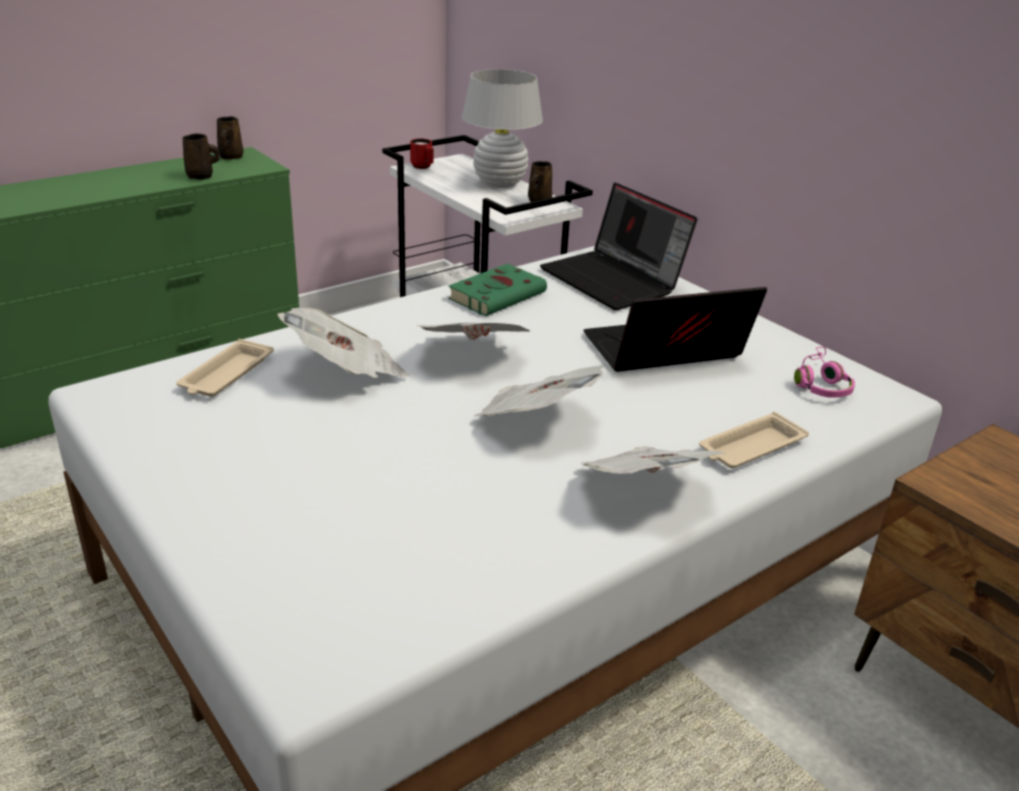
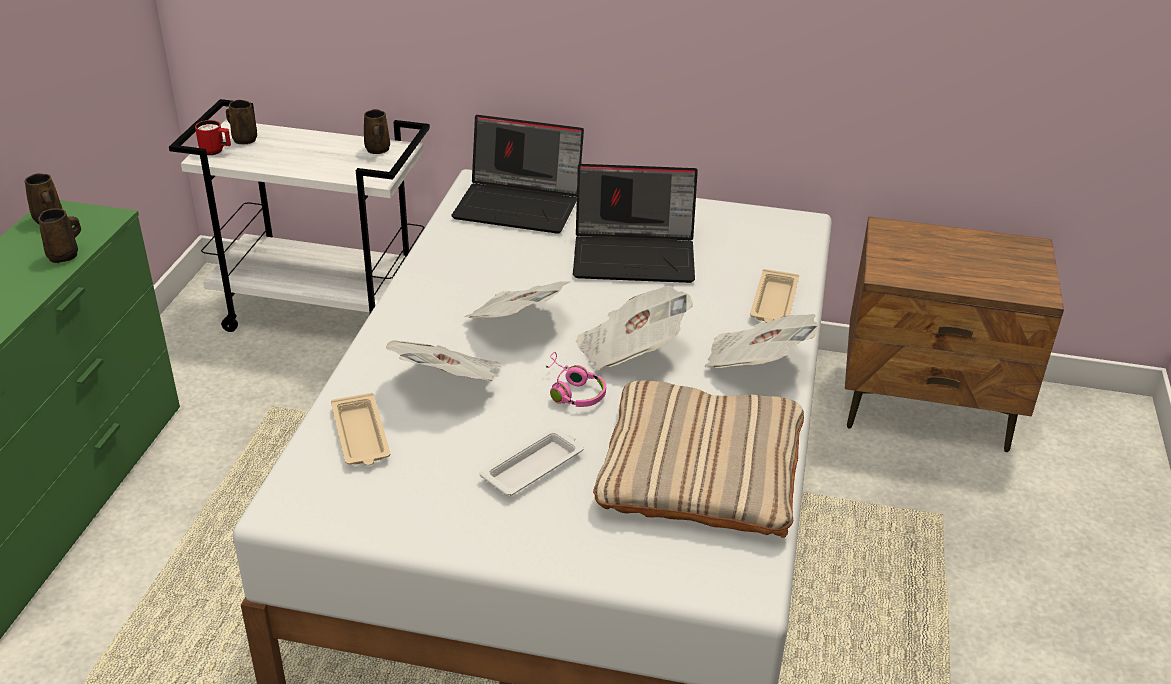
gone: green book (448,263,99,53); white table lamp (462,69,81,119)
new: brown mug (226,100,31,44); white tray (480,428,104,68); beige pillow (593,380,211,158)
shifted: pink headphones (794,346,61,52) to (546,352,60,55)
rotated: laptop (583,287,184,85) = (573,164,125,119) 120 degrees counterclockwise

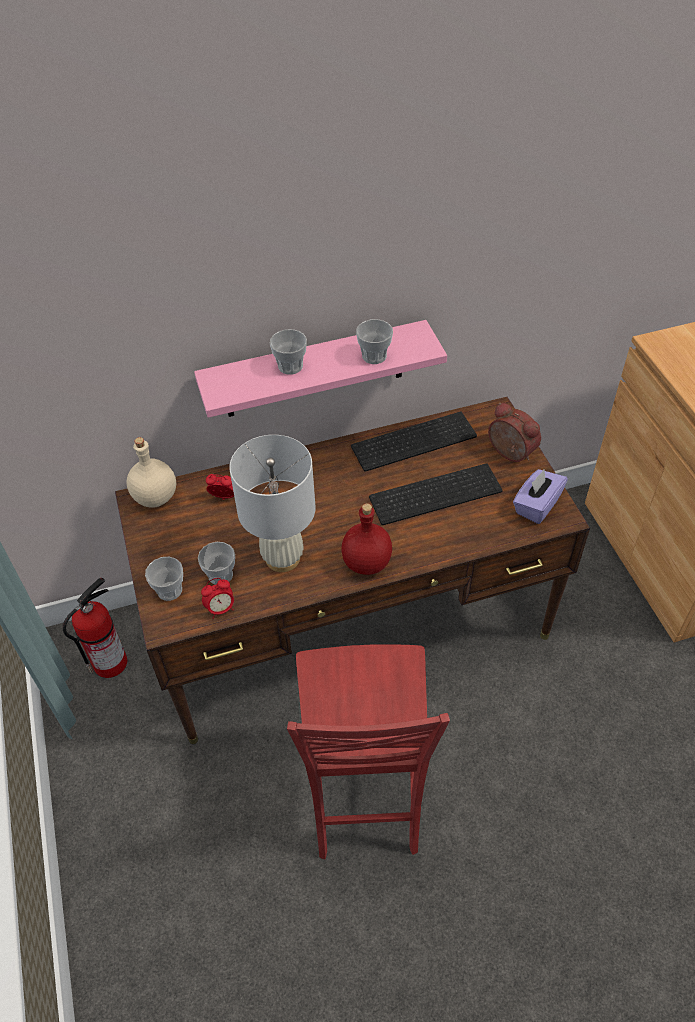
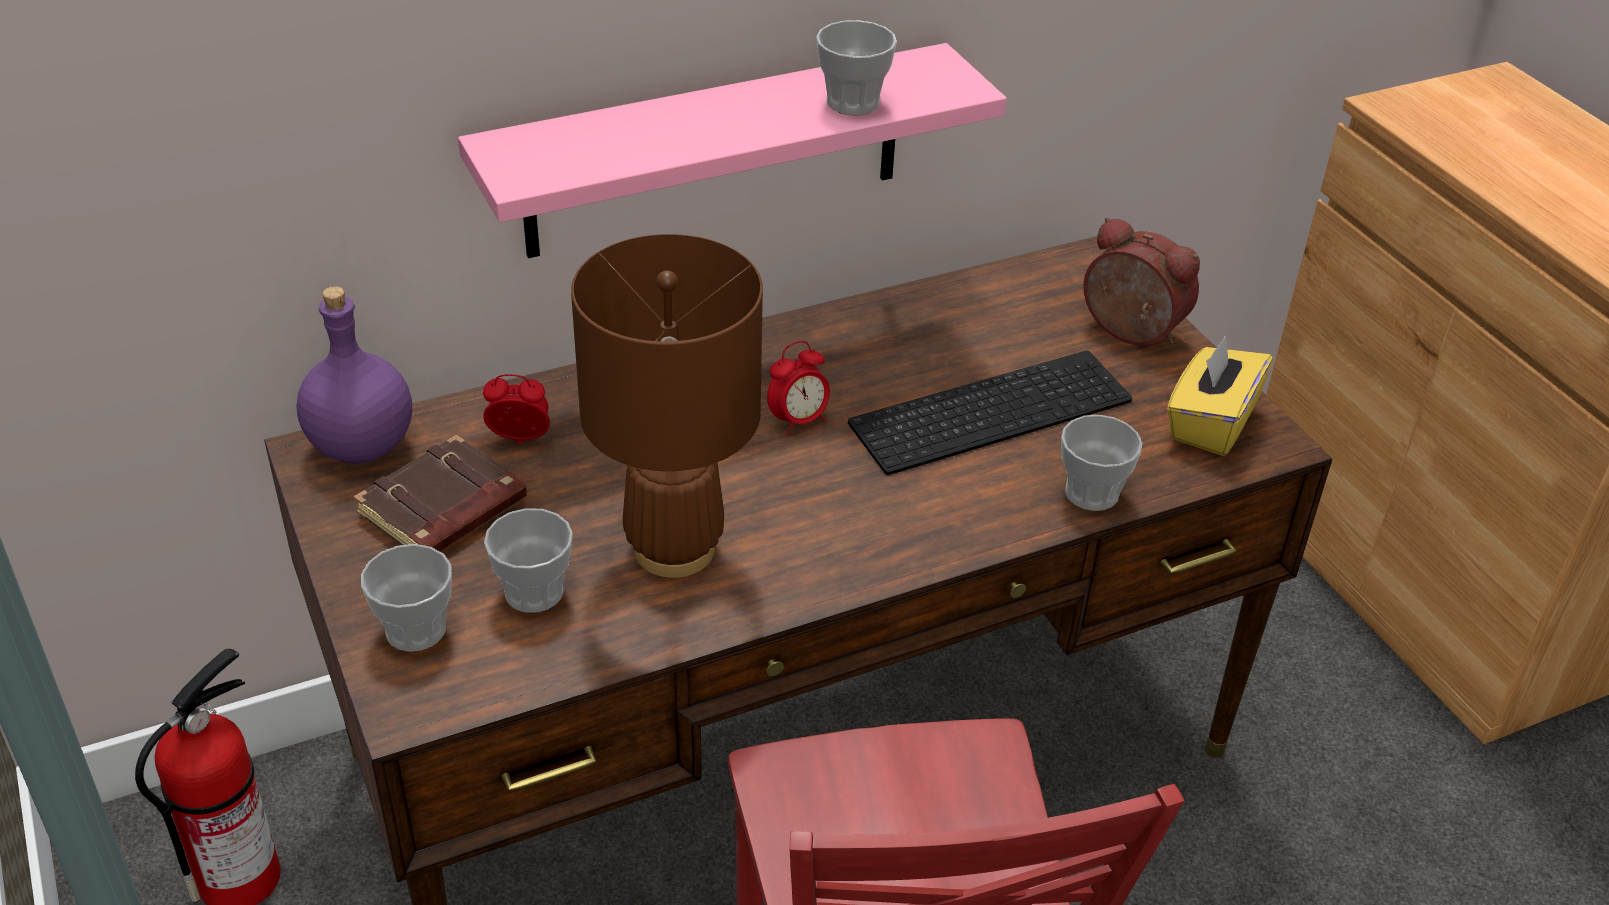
gone: red bottle (342,503,50,72); keyboard (351,412,126,60)
new: brown book (354,435,173,117)
shifted: alarm clock (201,578,33,41) to (767,341,63,94); cup (270,329,37,46) to (1061,415,81,96)
repainted: beige bottle (126,437,50,71) to purple bottle (296,286,116,178); white table lamp (229,435,87,137) to brown table lamp (571,234,192,344); purple tissue box (513,469,55,55) to yellow tissue box (1167,335,106,121)

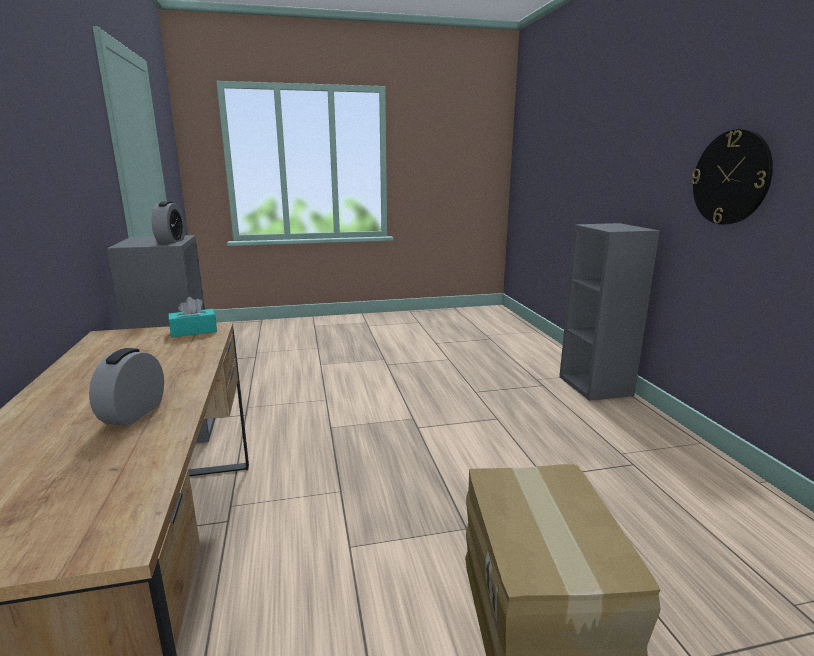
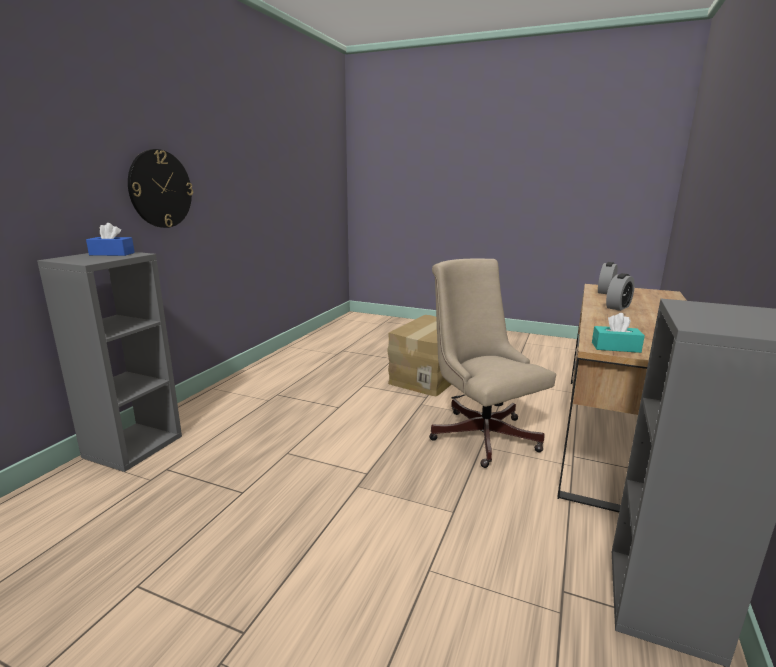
new: blue tissue box (86,223,49,33); beige office chair (429,259,127,209)
shifted: alarm clock (151,201,34,43) to (598,262,20,32)

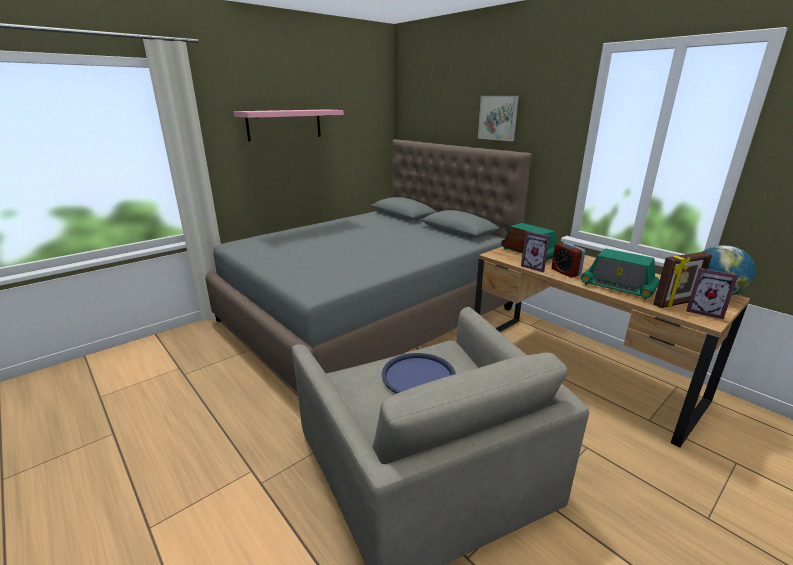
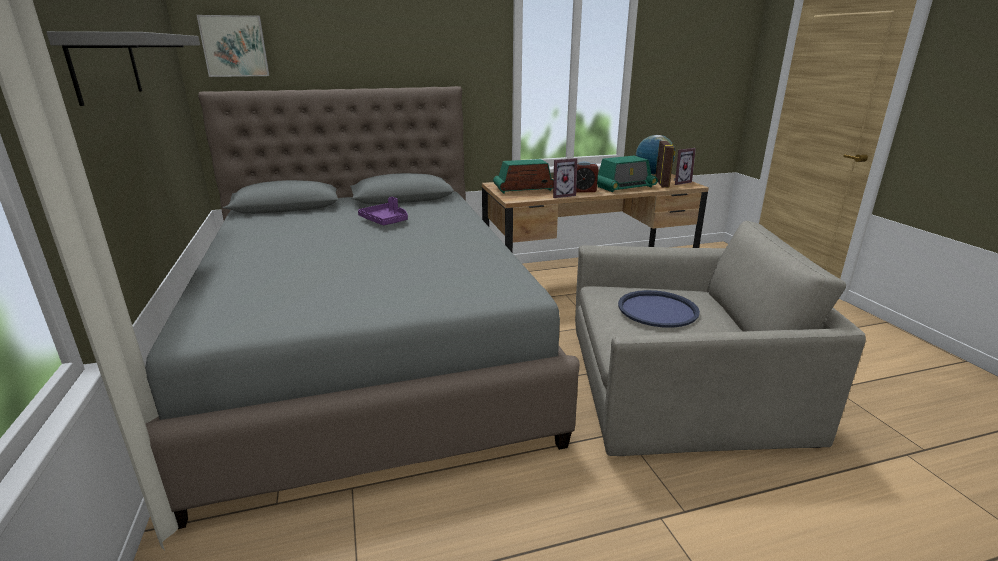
new: purple tray (358,197,50,28)
shifted: picture (478,96,41,45) to (197,15,72,62)
repainted: pink shelf (234,109,110,32) to grey shelf (46,31,154,75)

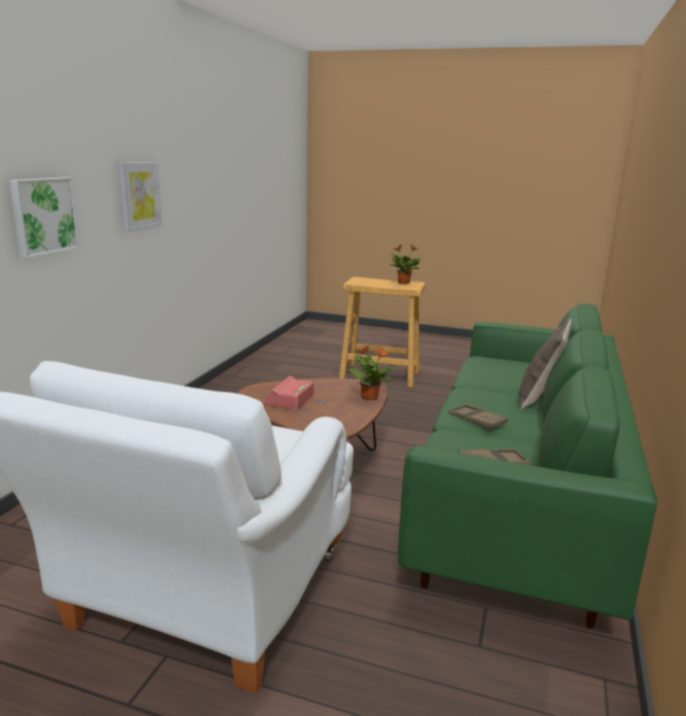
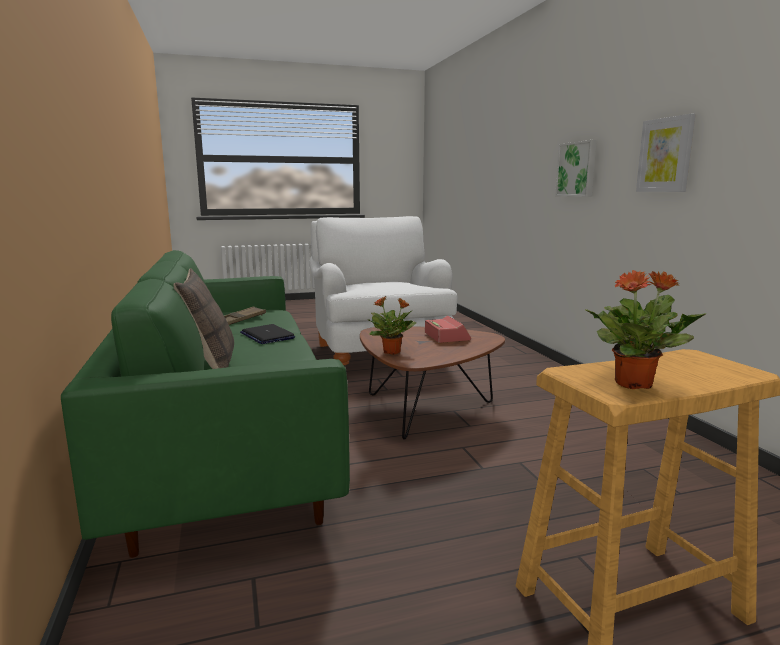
swapped: brown tray (449,404,59,25) to laptop (240,324,55,20)

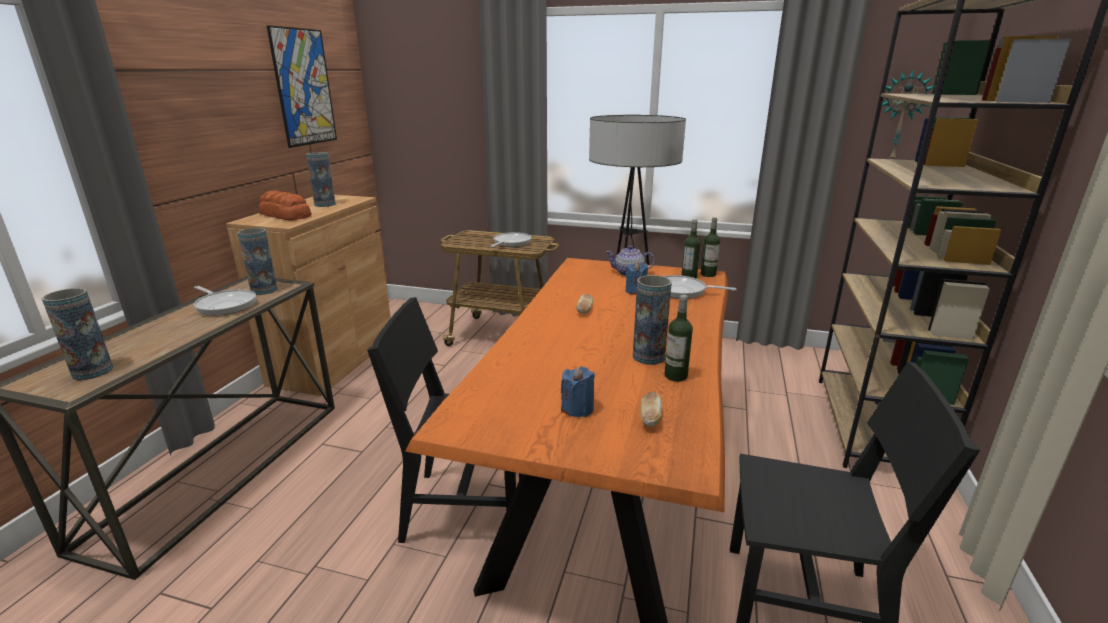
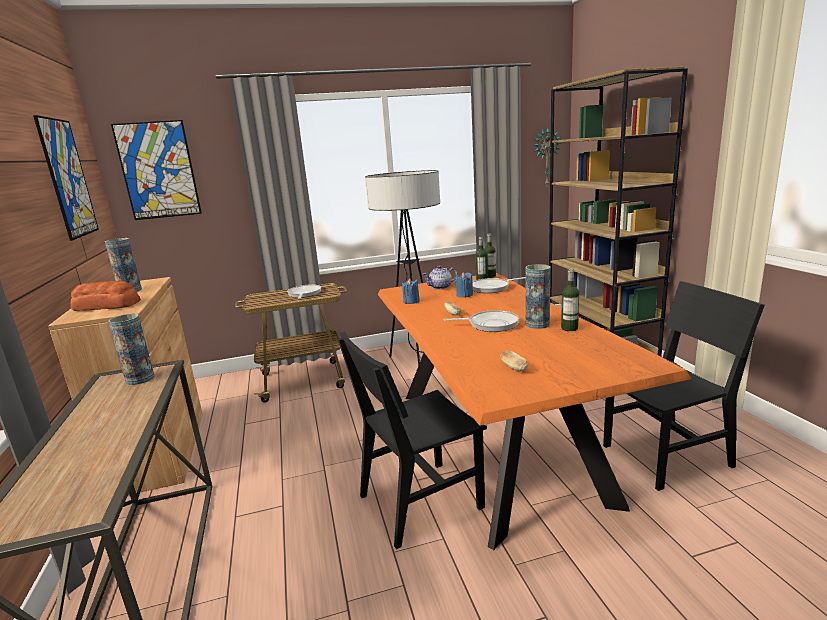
gone: vase (41,288,72,92)
new: picture (111,120,91,100)
shifted: blue candle (561,366,34,51) to (402,278,18,26); frying pan (194,286,62,30) to (443,310,76,22); bread (640,392,22,34) to (501,351,27,20)

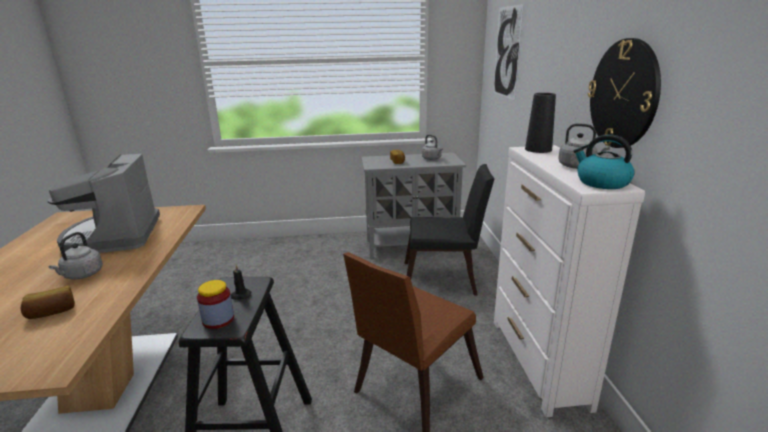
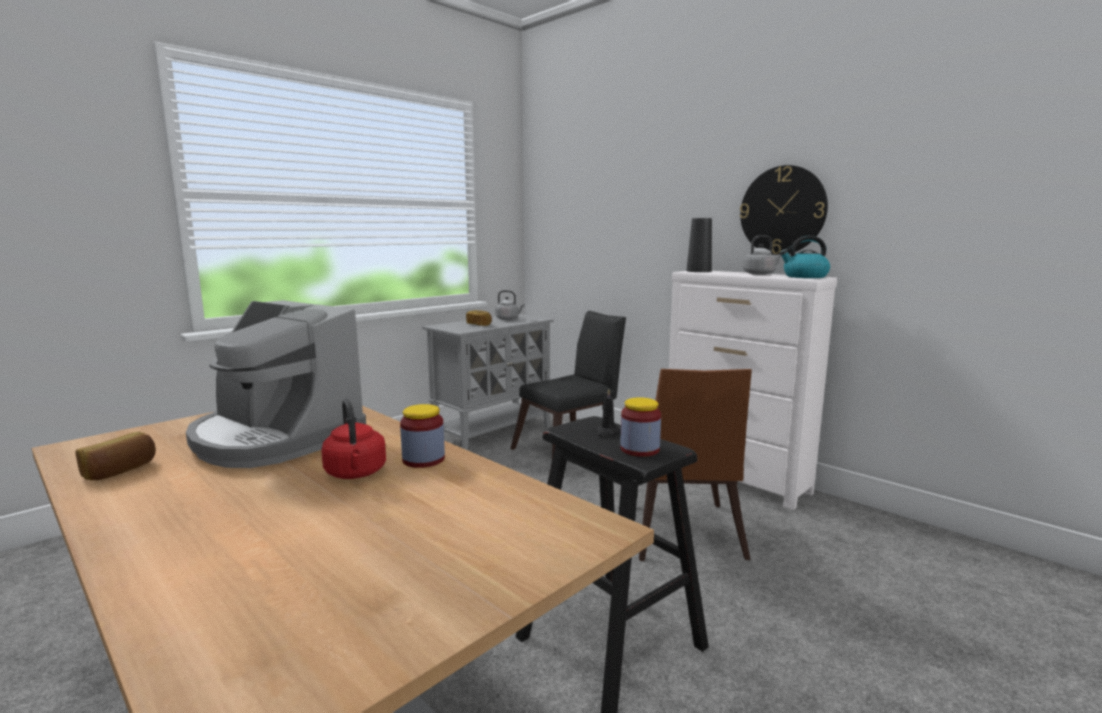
gone: picture (493,4,31,96)
new: jar (400,404,45,64)
shifted: bread (21,286,54,33) to (76,432,80,48)
repainted: grey kettle (49,232,54,48) to red kettle (321,399,65,80)

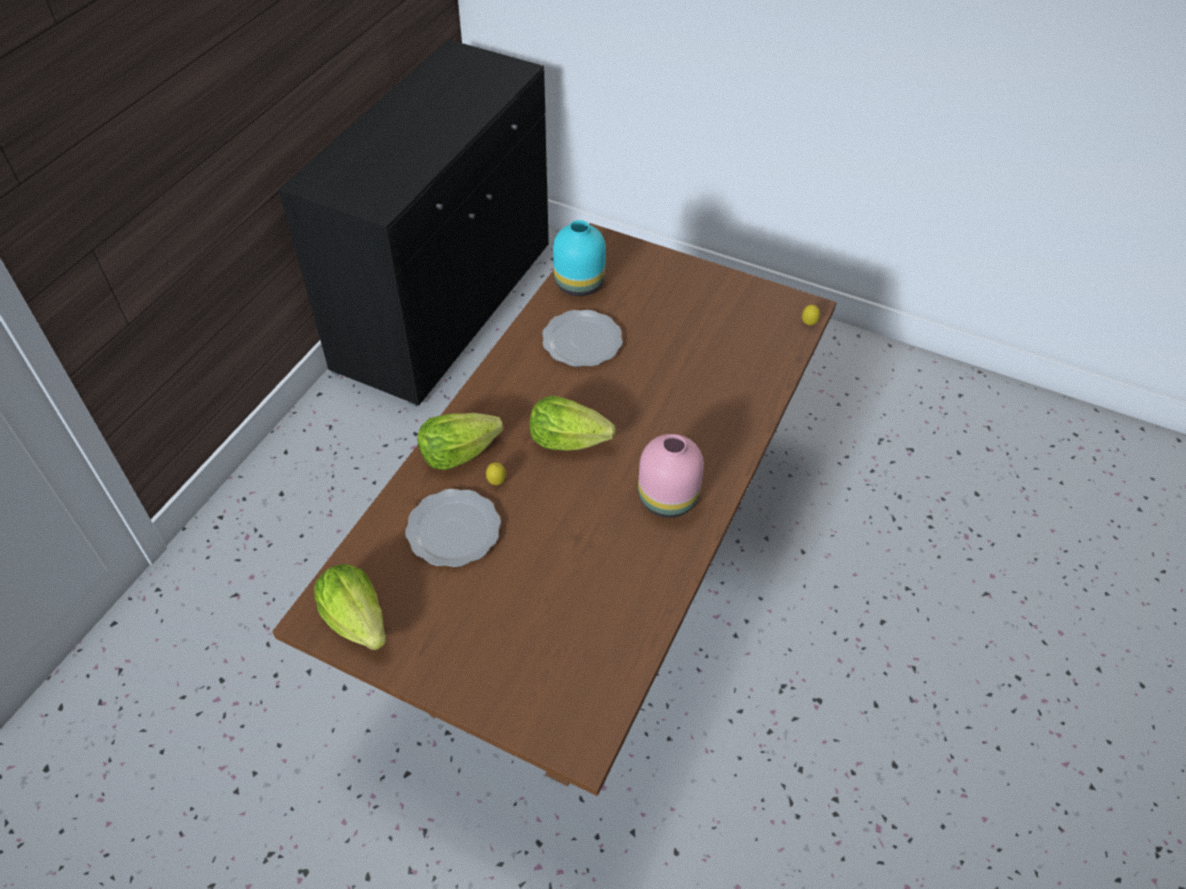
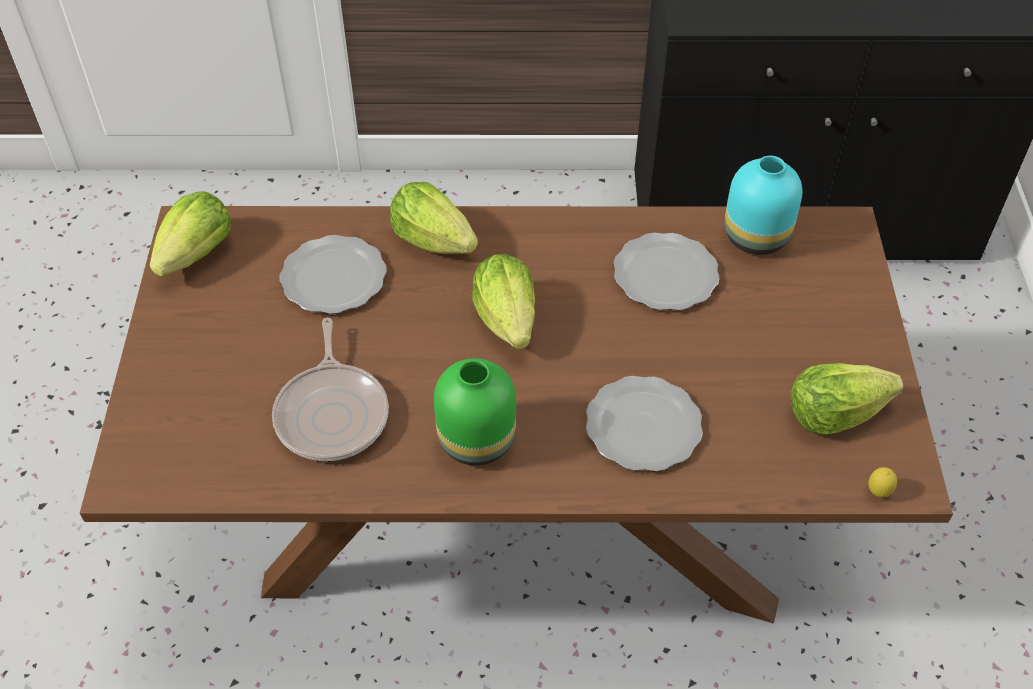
gone: lemon (486,462,20,23)
new: frying pan (272,318,117,143); plate (586,376,117,96); lettuce (791,363,112,72)
repainted: pink vase (638,434,66,84) to green vase (434,358,82,108)

